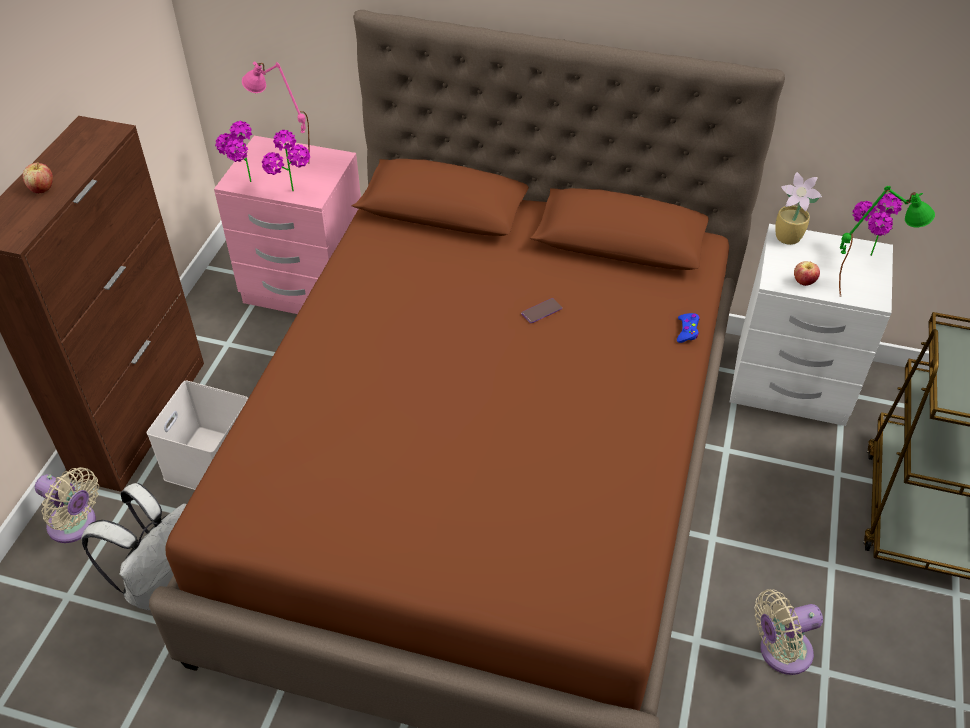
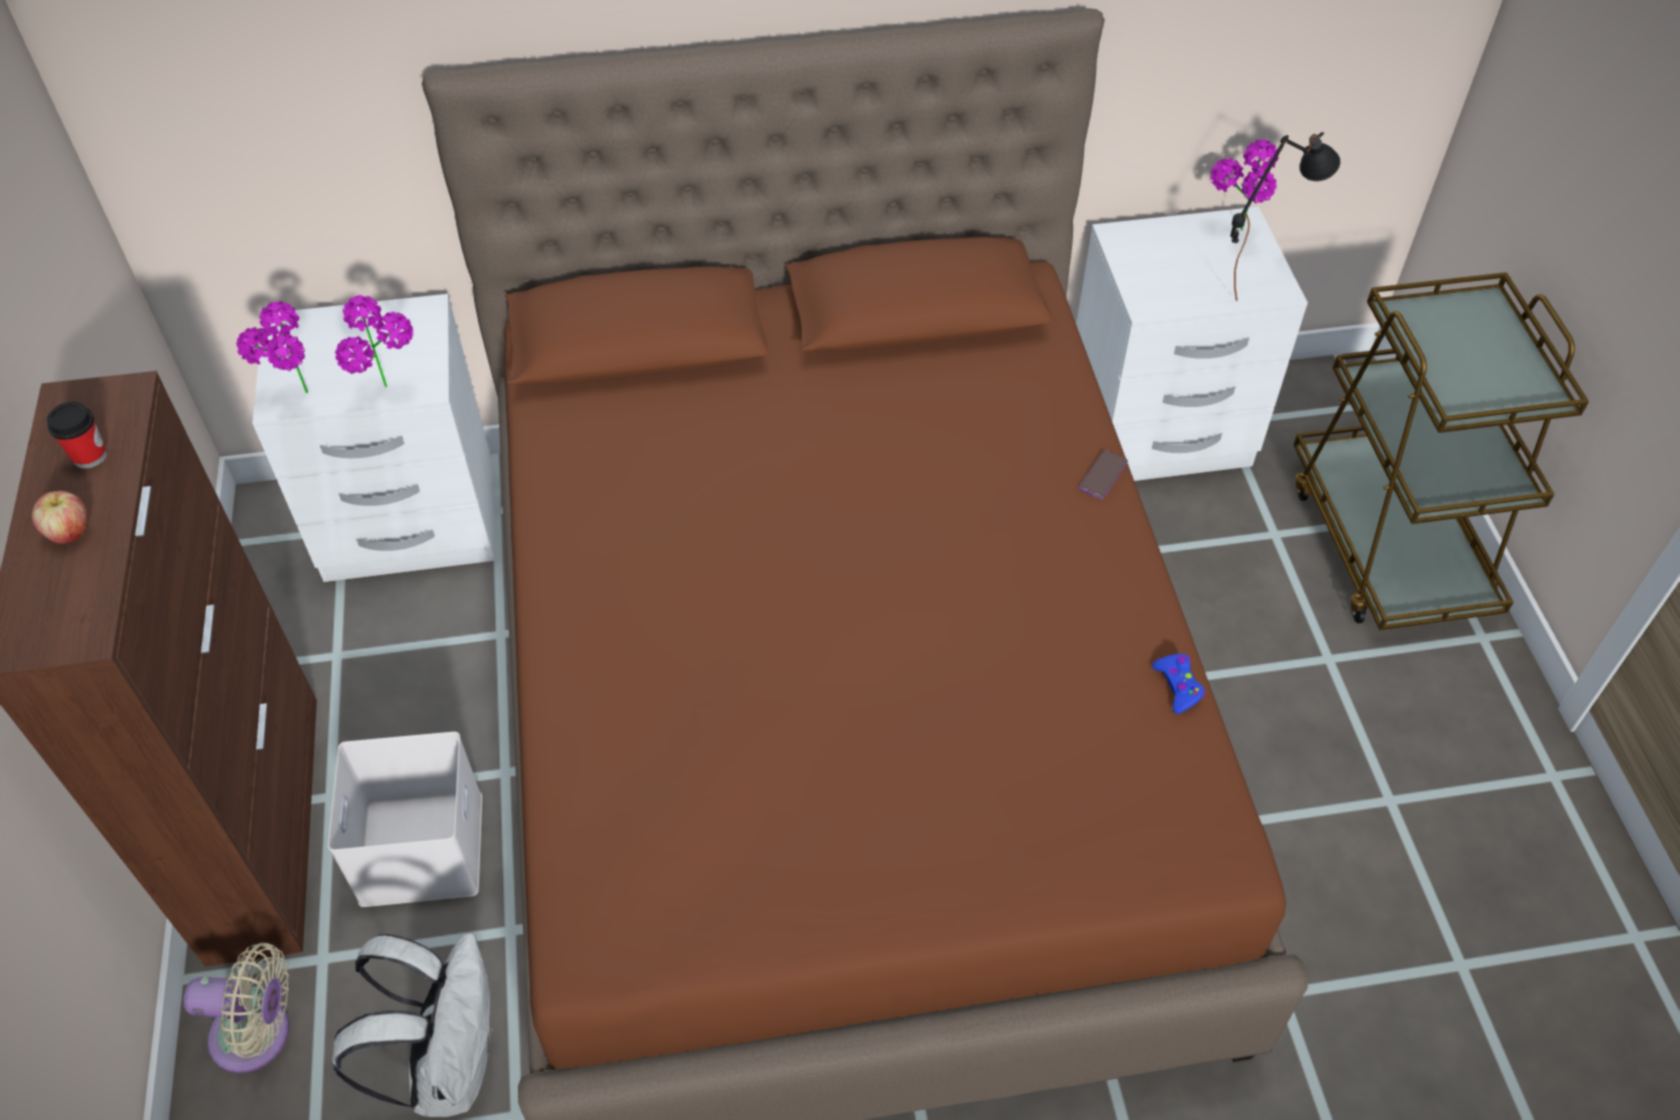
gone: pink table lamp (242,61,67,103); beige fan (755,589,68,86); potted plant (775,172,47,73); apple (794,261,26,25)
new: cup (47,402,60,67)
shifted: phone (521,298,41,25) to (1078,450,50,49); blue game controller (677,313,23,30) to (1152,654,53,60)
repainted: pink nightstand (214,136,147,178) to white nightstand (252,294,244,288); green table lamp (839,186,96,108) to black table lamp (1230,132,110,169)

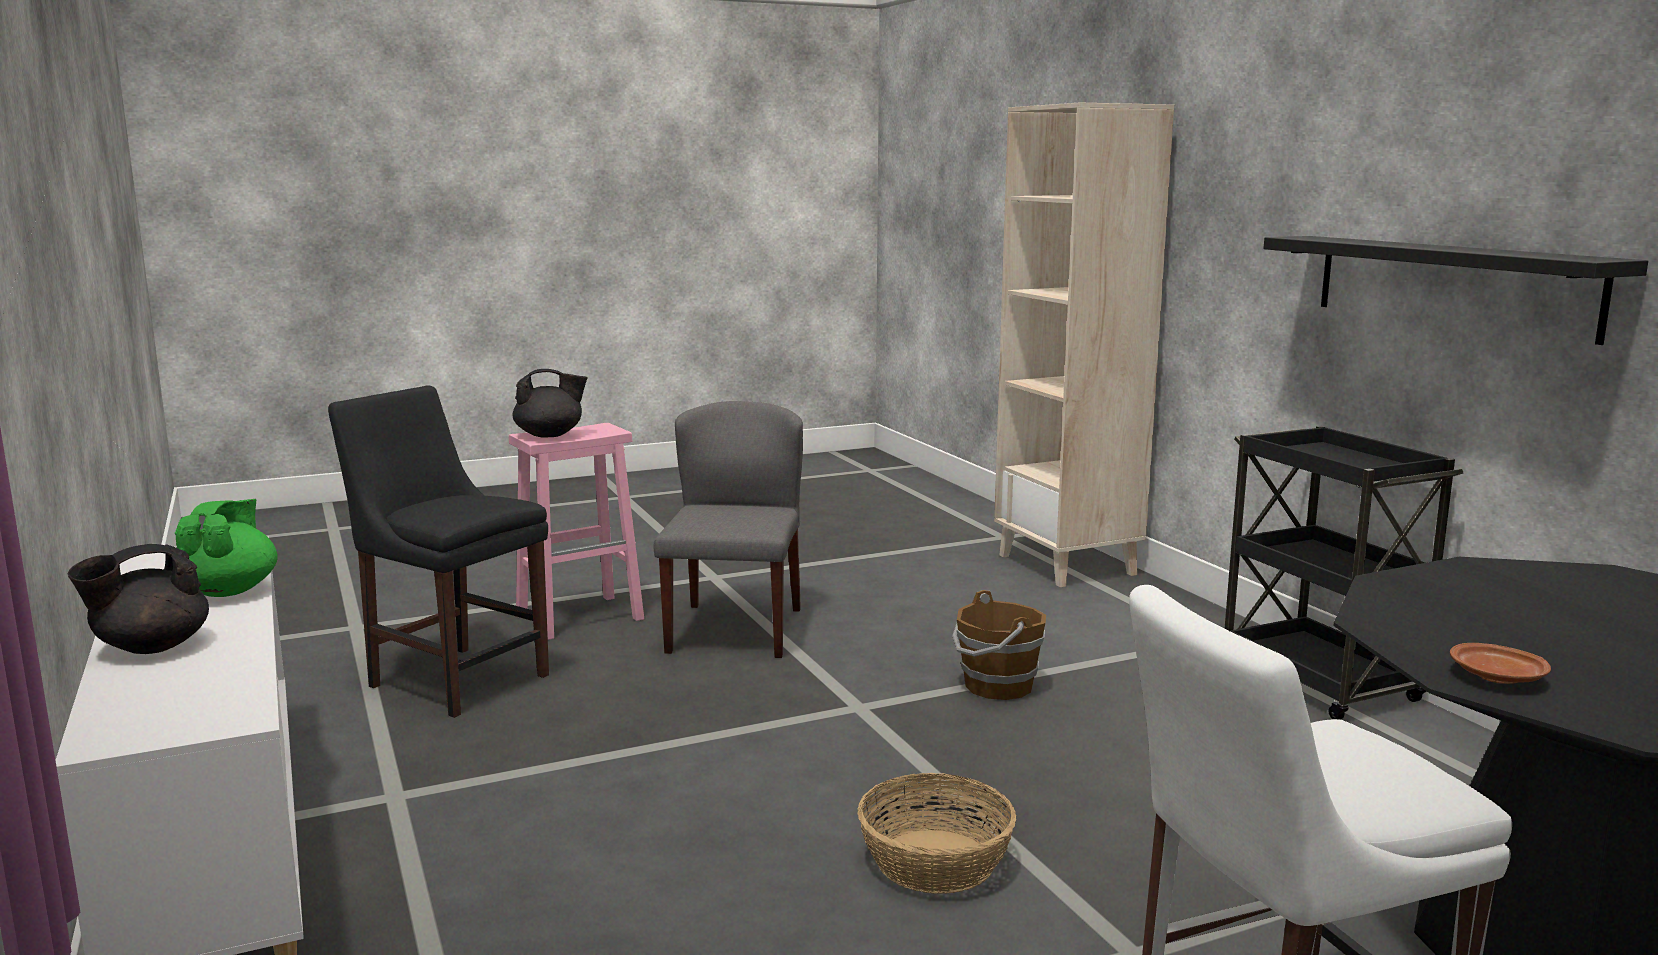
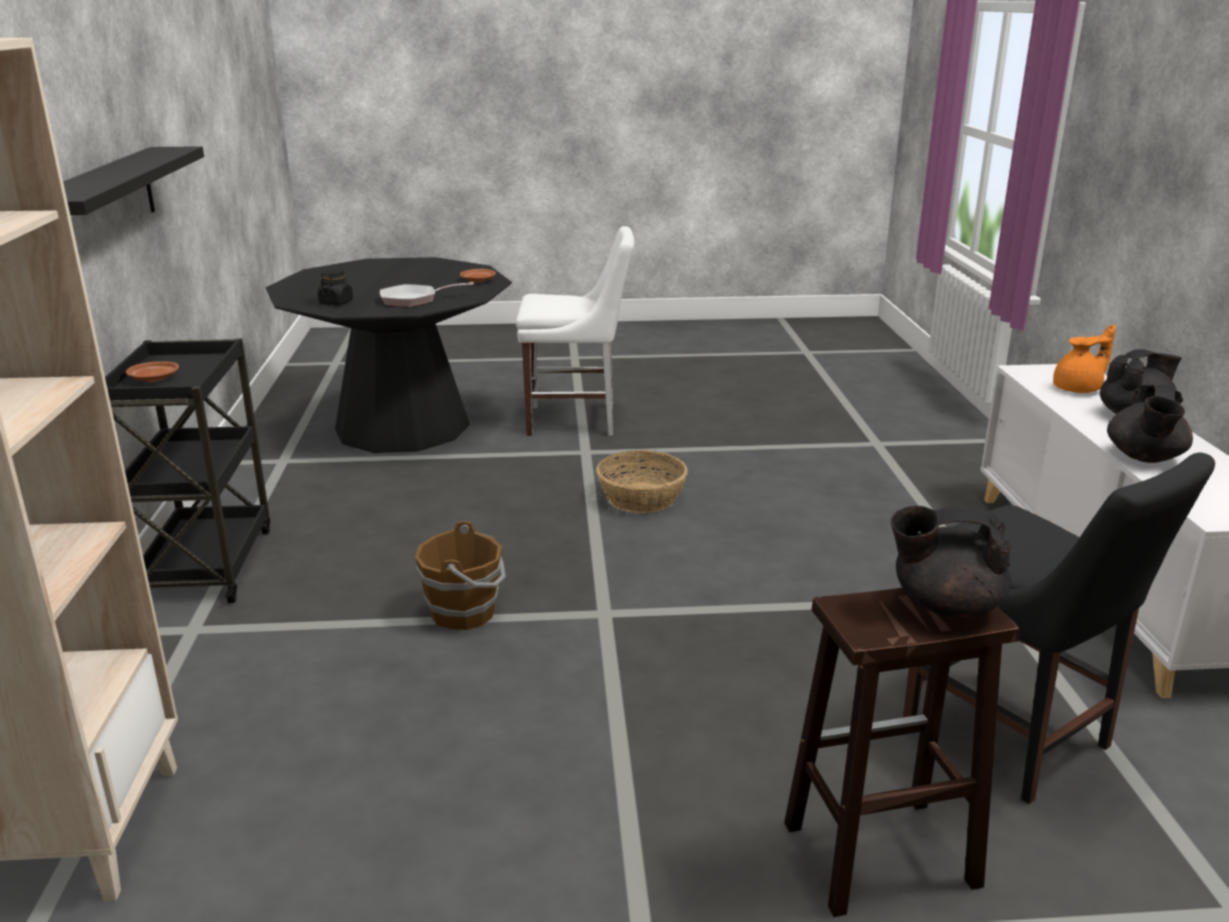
gone: grey chair (654,401,149,257)
new: brown plate (126,361,53,21); black jar (317,268,36,37); frying pan (380,282,94,25); orange teapot (1053,324,63,69)
repainted: pink stool (509,423,135,217) to brown stool (784,588,235,329); green teapot (175,499,103,98) to black teapot (1107,384,86,79)

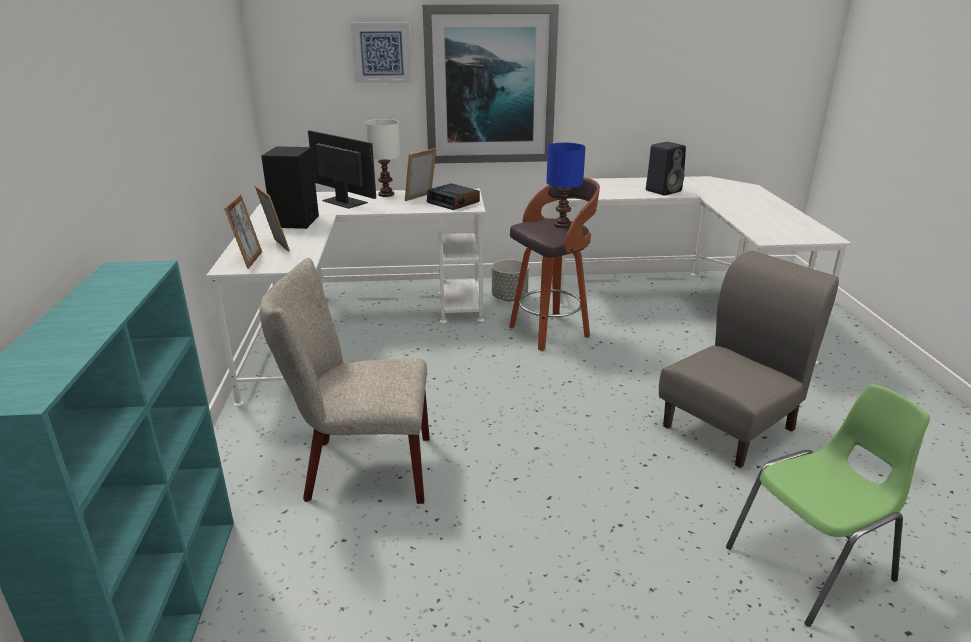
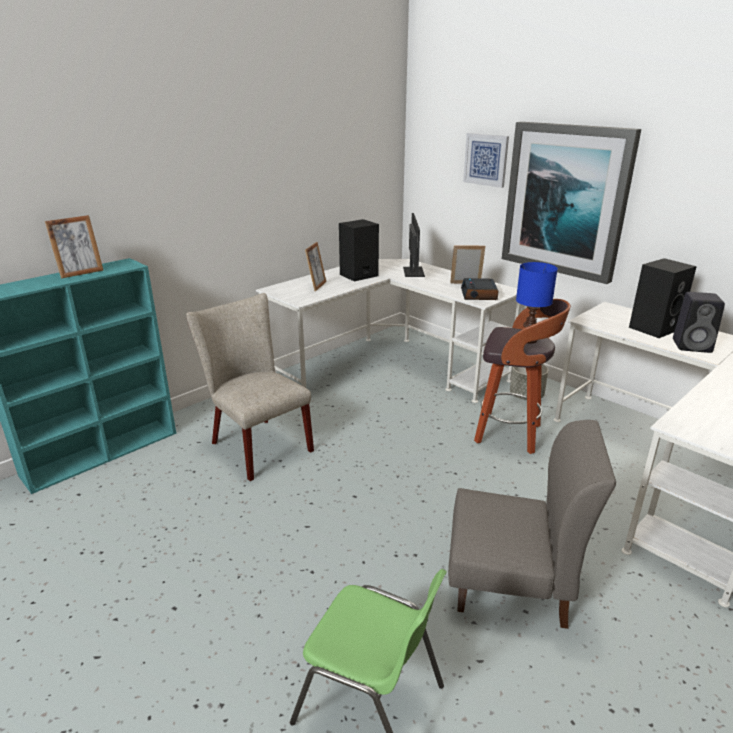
gone: white table lamp (364,119,37,78)
new: black speaker (629,258,68,80)
shifted: picture frame (224,194,38,75) to (45,215,59,64)

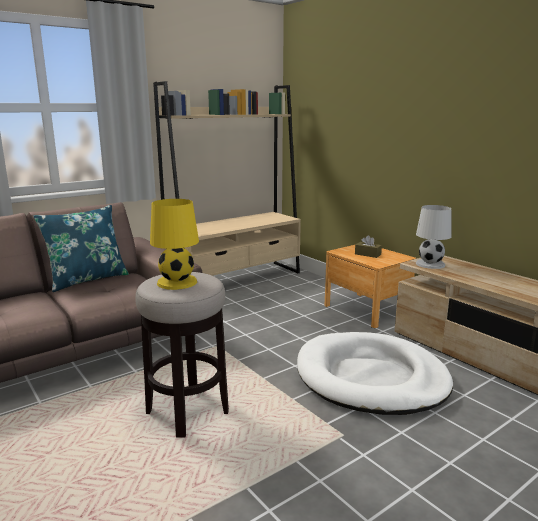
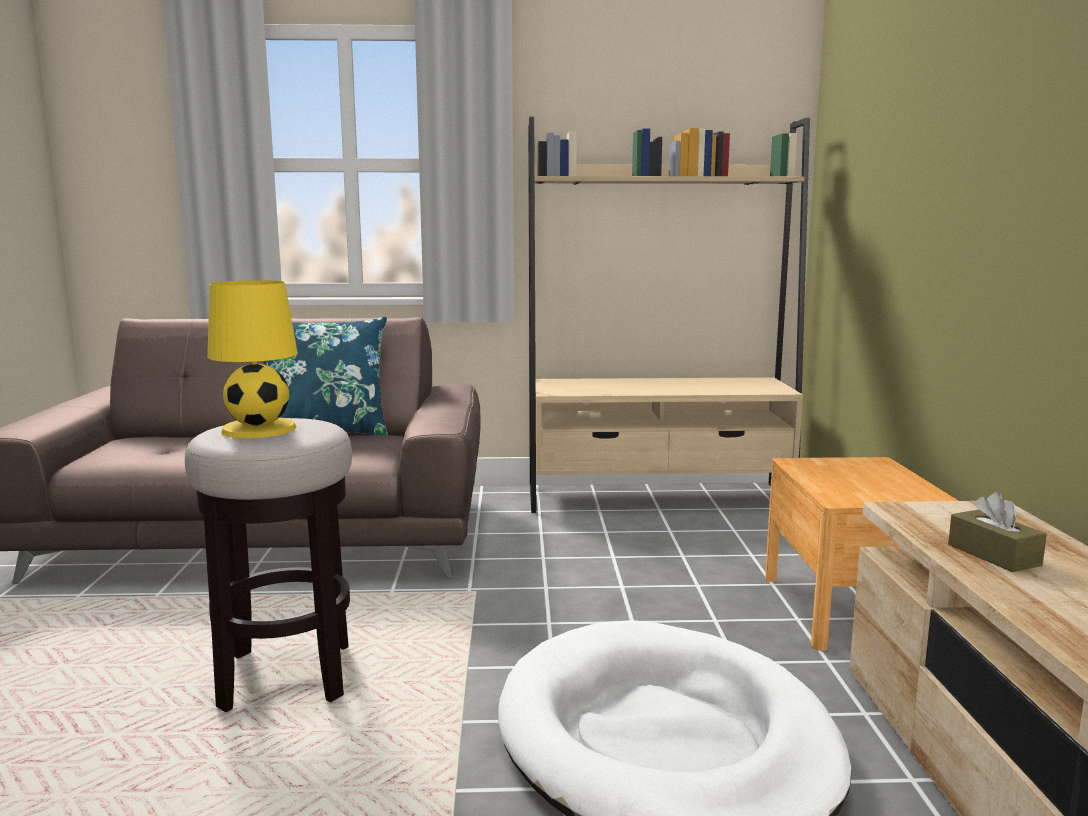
gone: white table lamp (416,205,36,64)
shifted: brown tissue box (355,235,27,23) to (948,492,99,80)

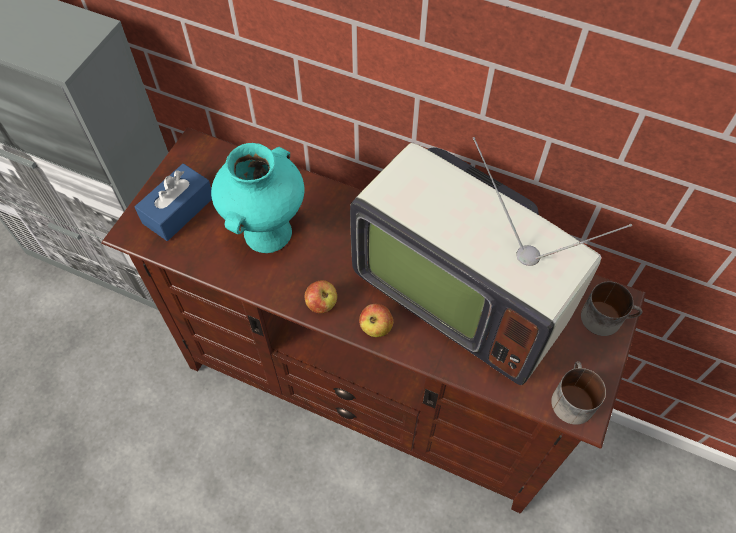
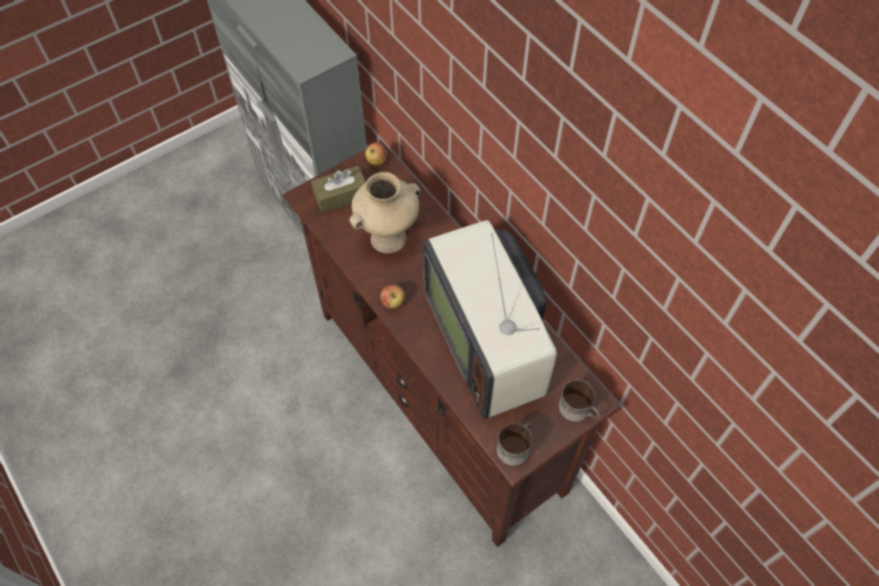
shifted: apple (359,304,34,33) to (365,143,22,22)
repainted: blue tissue box (135,164,77,77) to brown tissue box (311,166,55,47); turquoise vase (211,143,94,110) to beige vase (349,172,72,81)

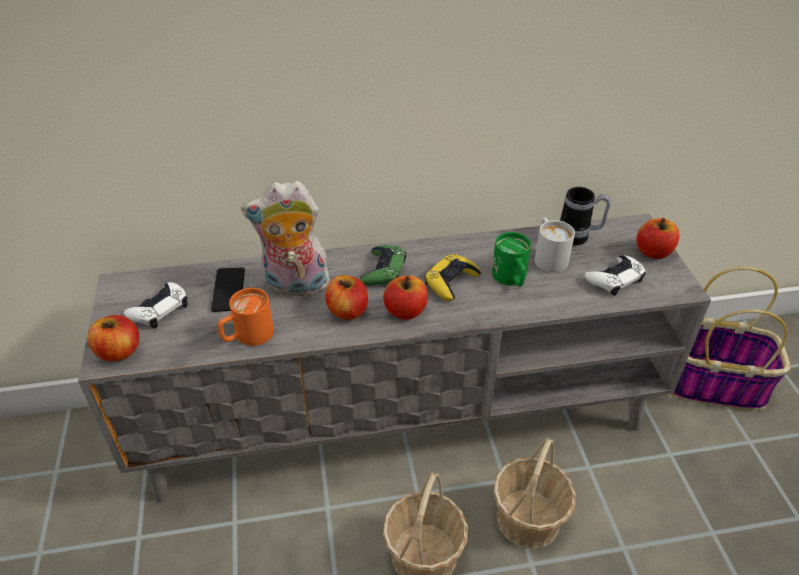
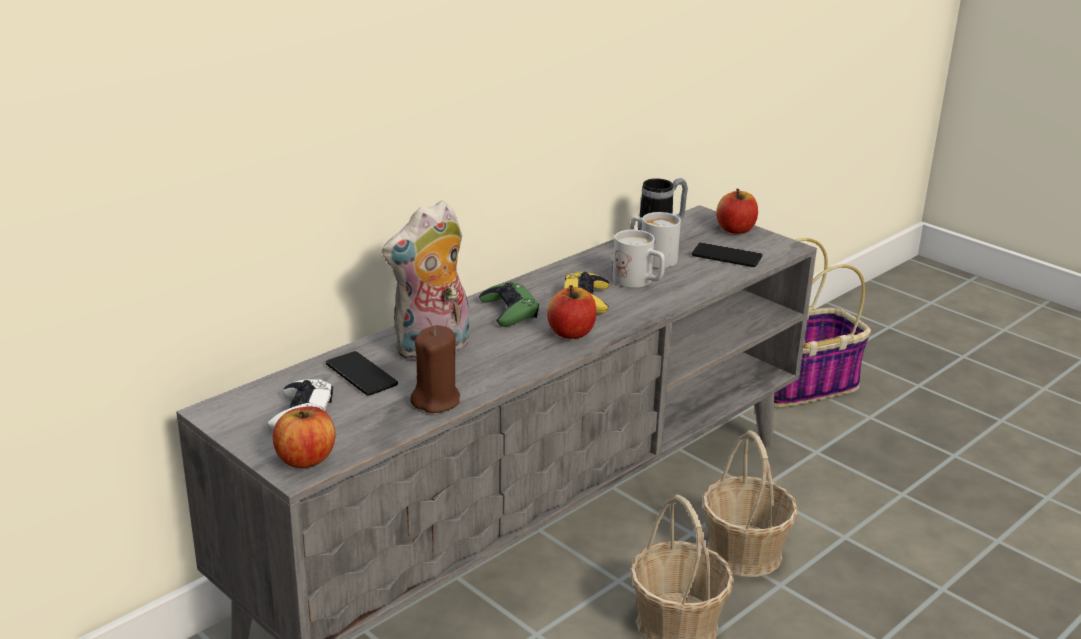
gone: apple (325,275,43,45)
swapped: orange mug (218,288,56,58) to brown candle (410,325,50,88); white game controller (585,255,61,41) to phone (692,242,70,25)
repainted: green mug (492,232,39,55) to white mug (613,230,52,58)

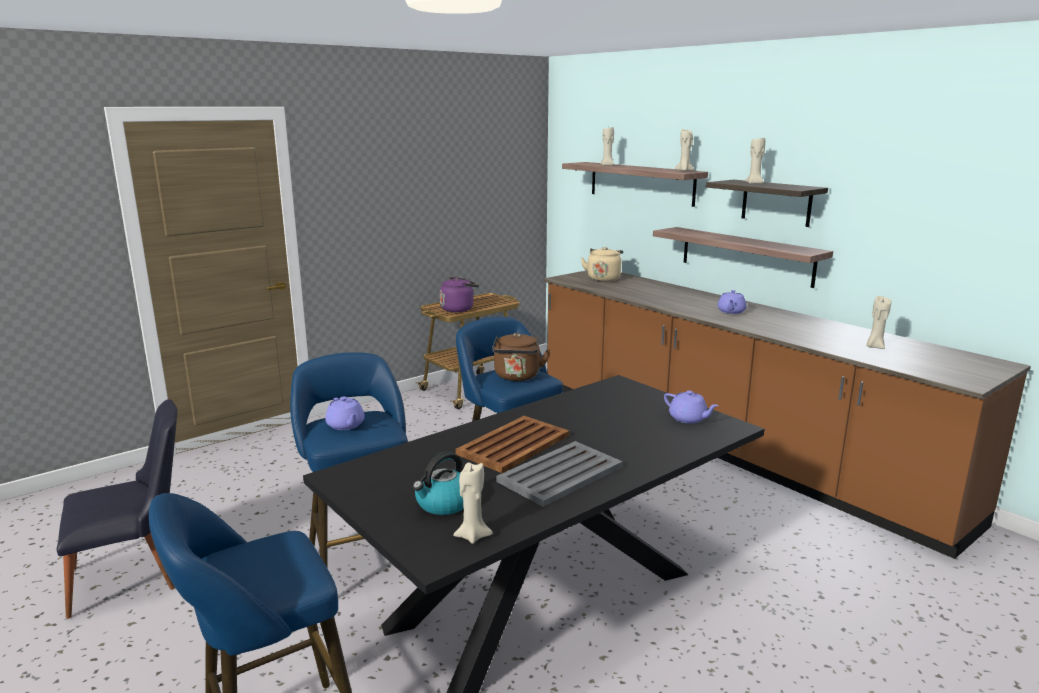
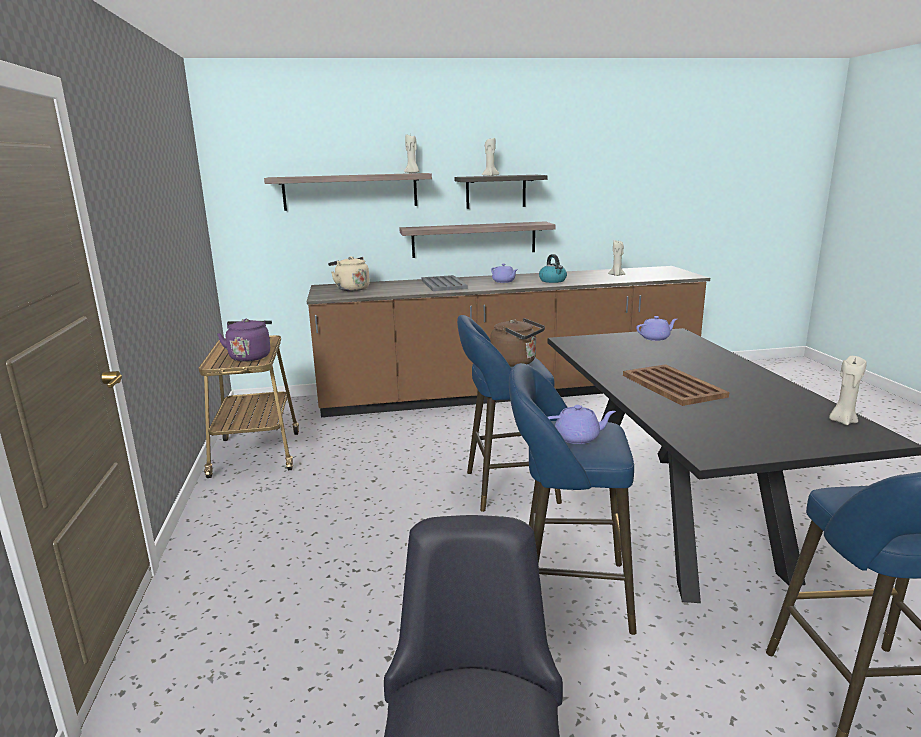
gone: beige candle (600,127,14,39)
shifted: grey tray (496,441,127,66) to (421,275,47,16); kettle (413,452,50,63) to (539,254,28,29)

